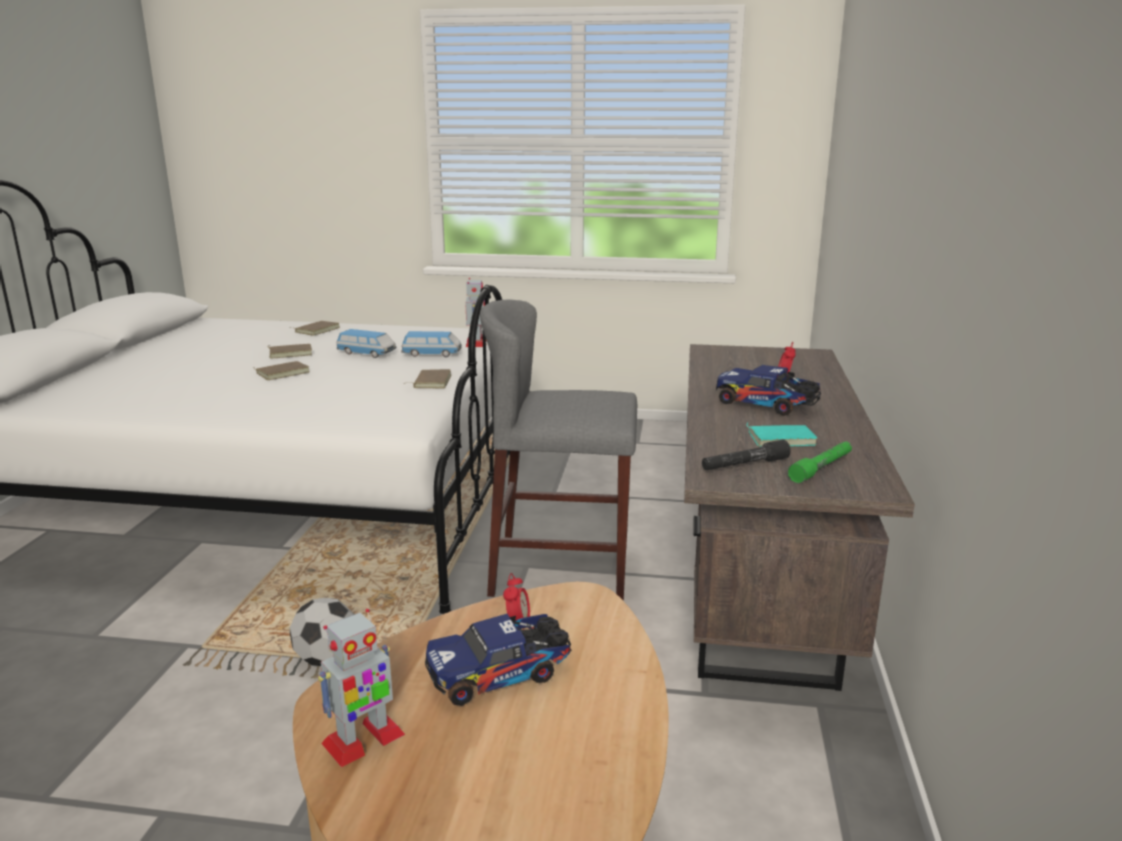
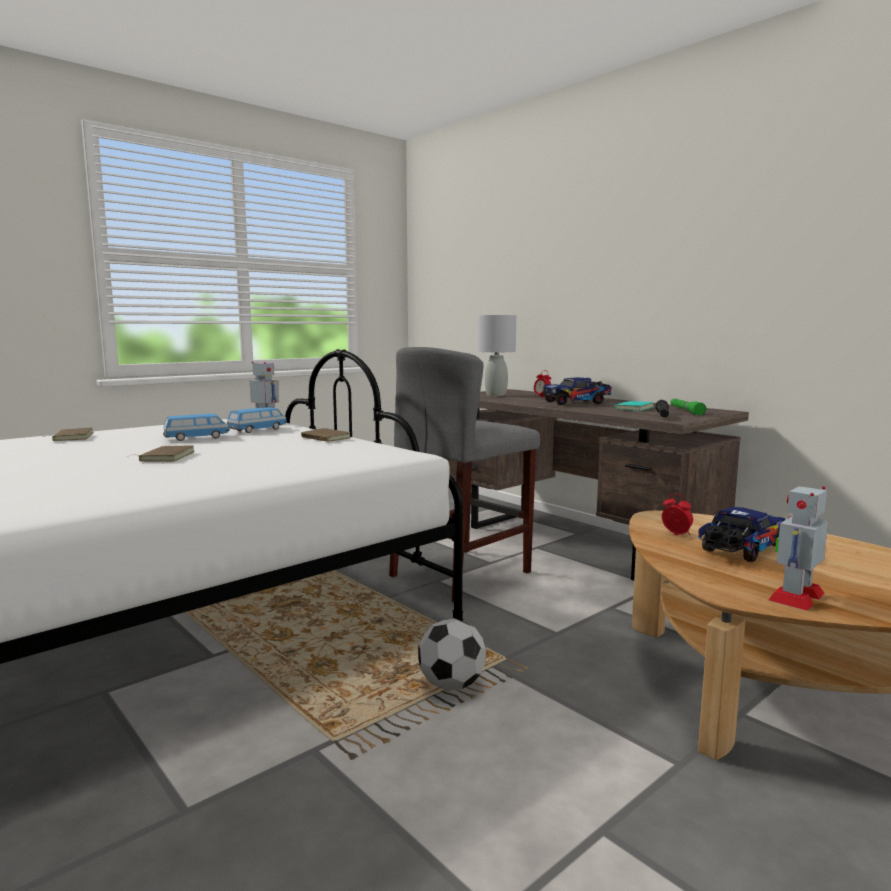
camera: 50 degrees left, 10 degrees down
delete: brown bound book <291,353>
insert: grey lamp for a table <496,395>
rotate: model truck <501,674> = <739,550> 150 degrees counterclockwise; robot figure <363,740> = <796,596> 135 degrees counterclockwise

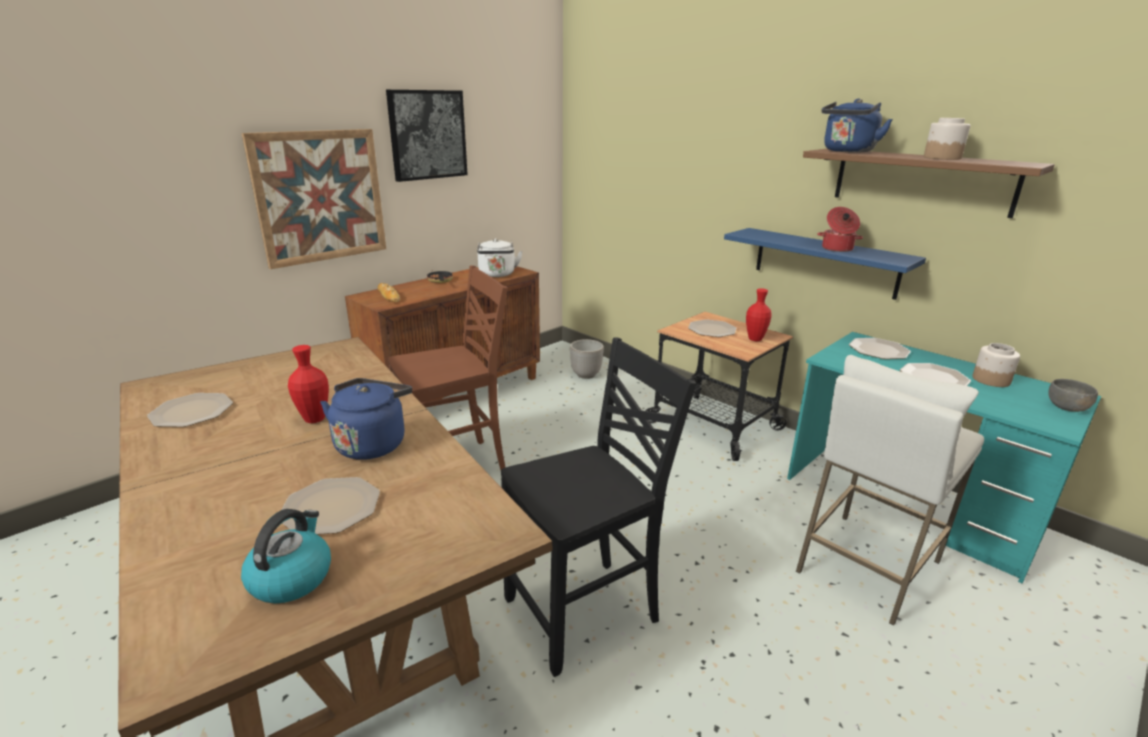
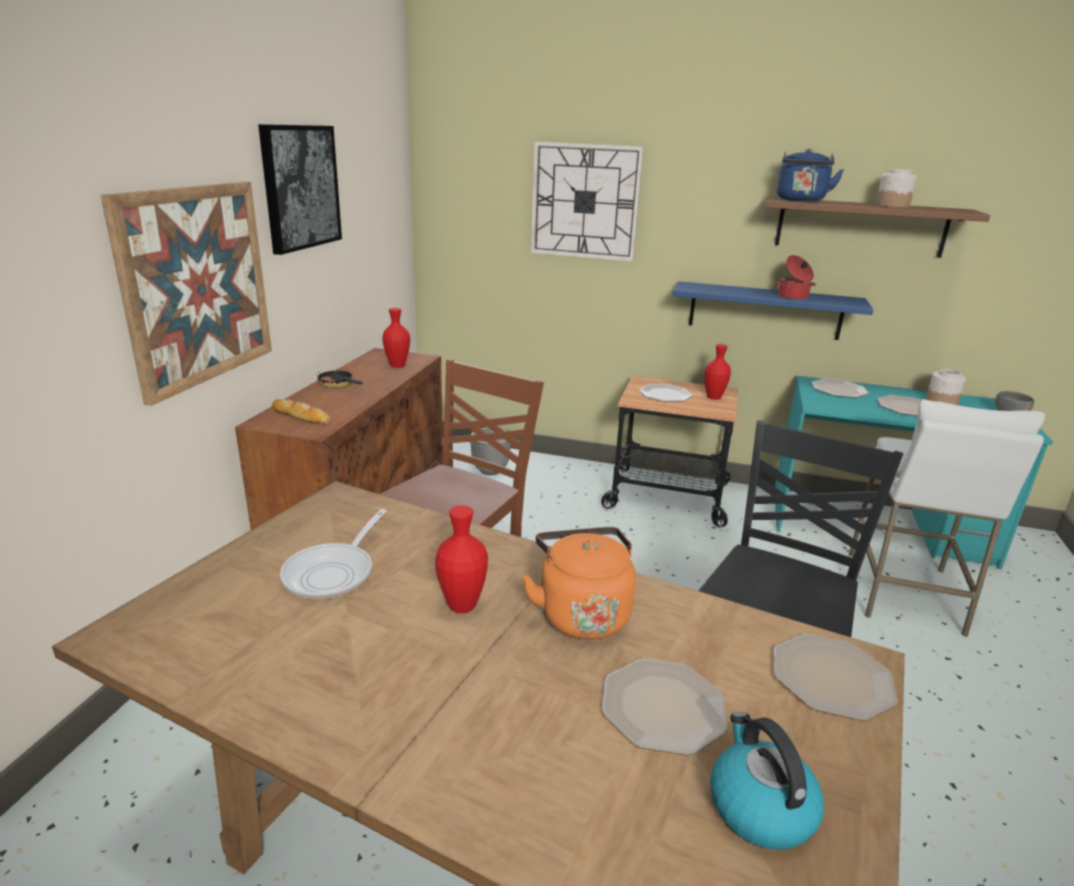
camera: 30 degrees left, 0 degrees up
insert: pan <333,573>; hanging clock <585,201>
move: flat dish <190,412> to <832,678>
replace: white water kettle <497,275> to reddish flower vase <397,366>
recolor: blue water kettle <372,443> to orange-coloured water kettle <581,613>

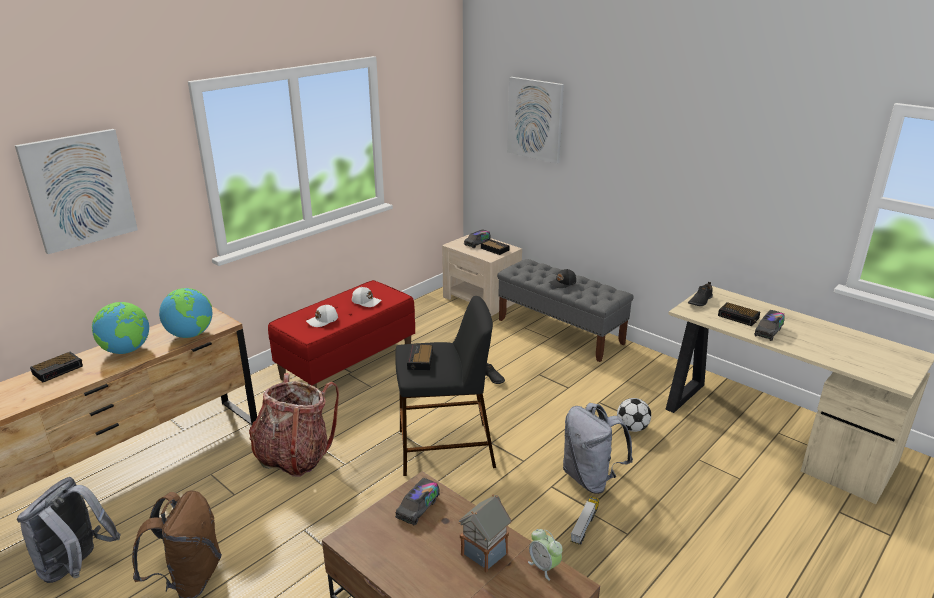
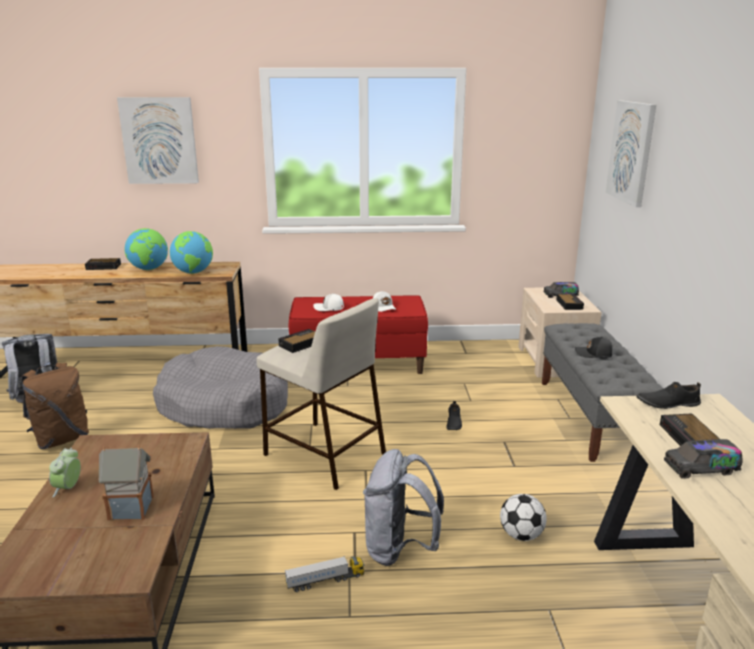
camera: 45 degrees right, 5 degrees down
delete: model truck <418,508>
move: table clock <544,566> to <68,488>
replace: rucksack <295,456> to grey dog cushion <225,404>
recolor: black-coloured stool seat <444,448> to sand-coloured stool seat <323,453>

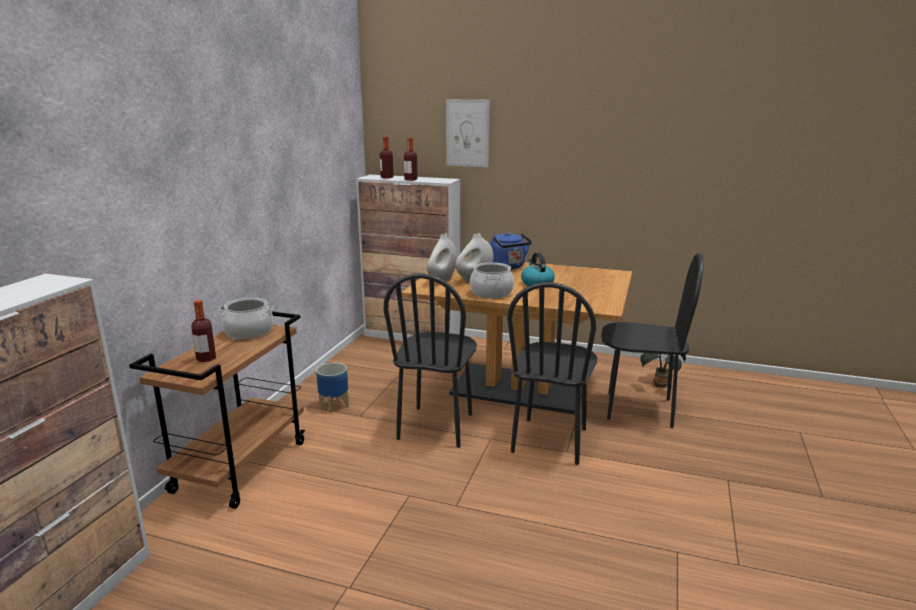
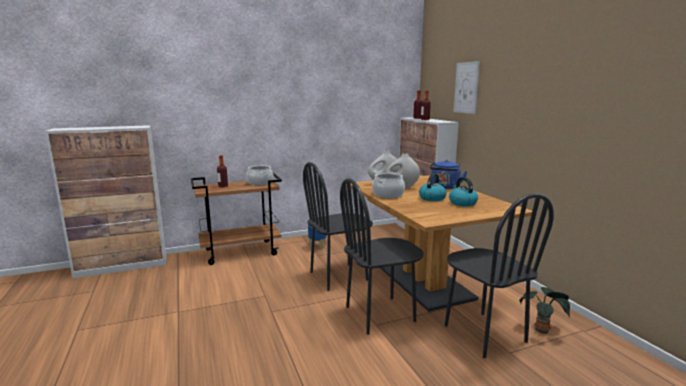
camera: 50 degrees right, 5 degrees down
insert: water kettle <462,203>

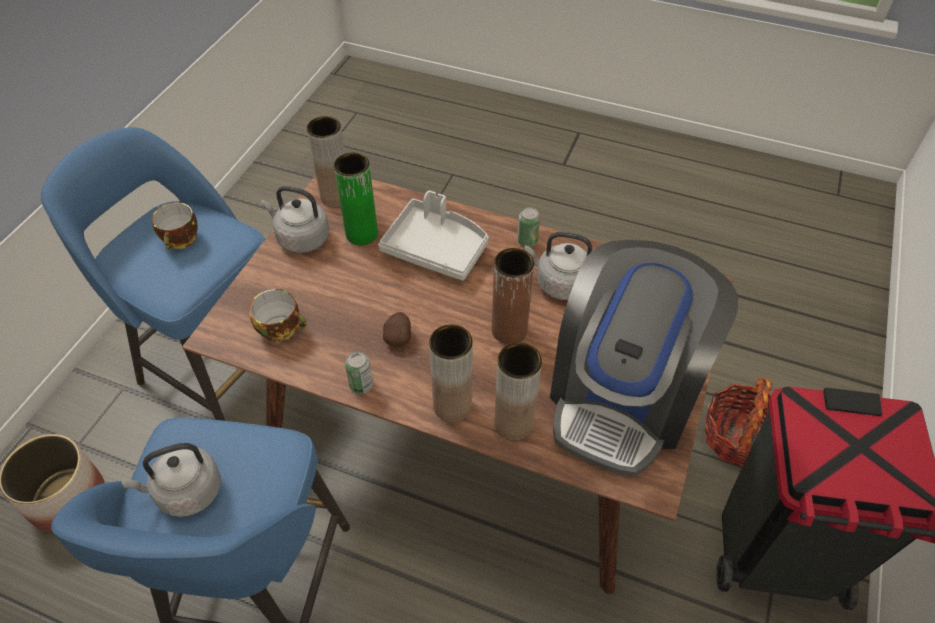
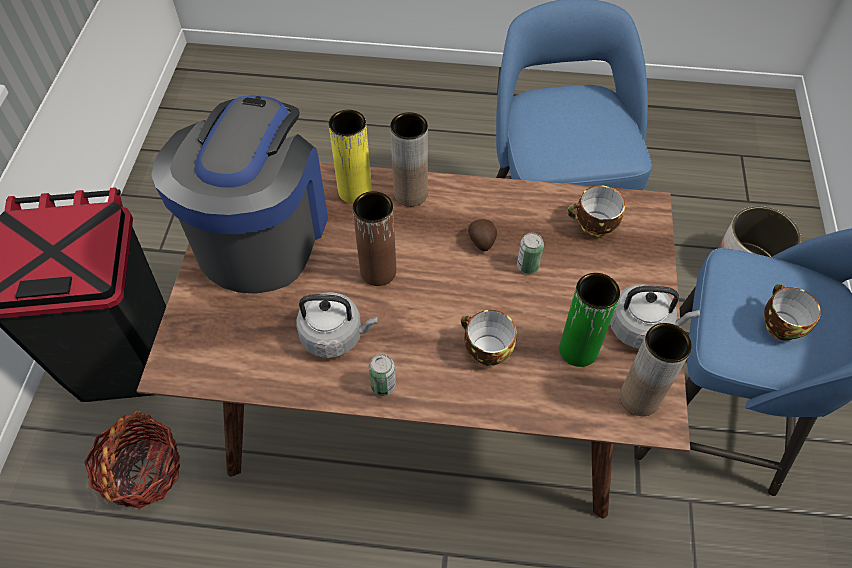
camera: 165 degrees right, 5 degrees up
delete: grey water kettle <186,492>
move: can <361,385> to <528,266>
replace: grey tray <436,248> to small cup <485,350>
recolor: brown flower vase <513,423> to yellow-coloured flower vase <355,191>

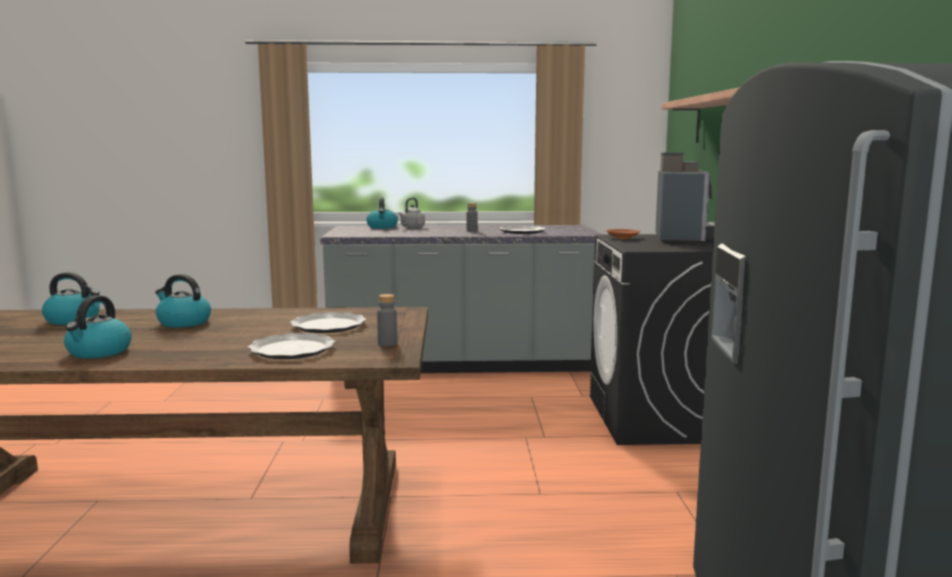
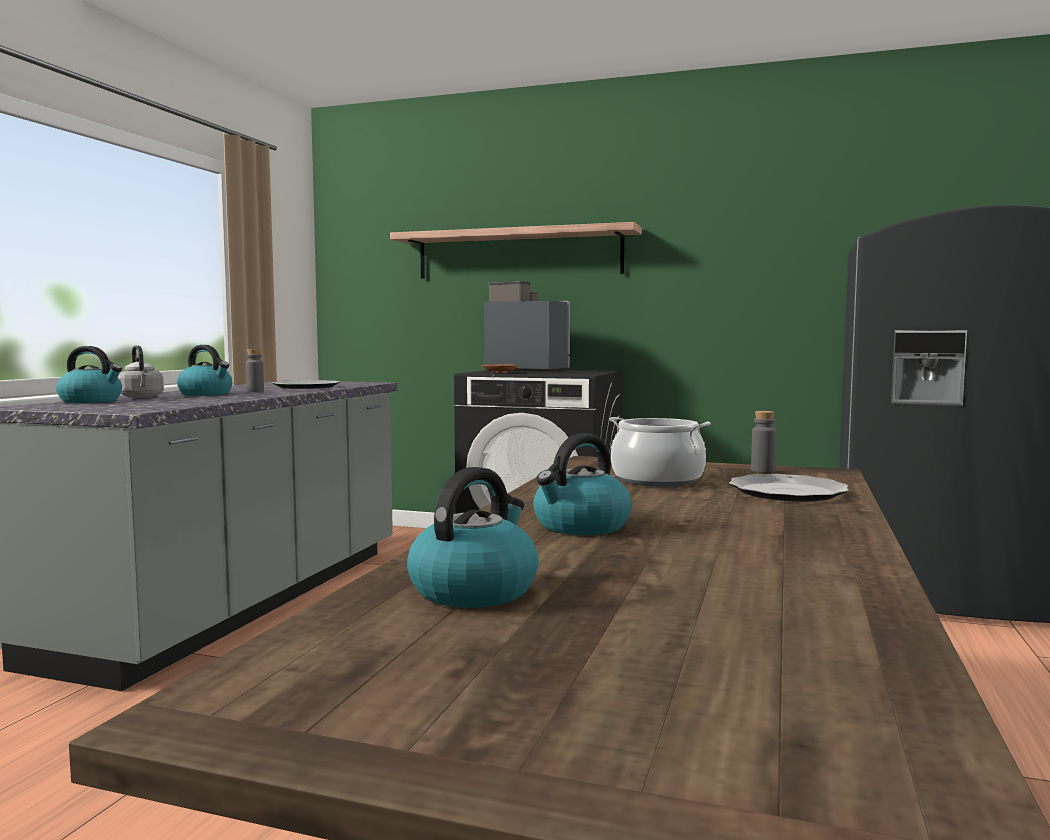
camera: 70 degrees left, 5 degrees down
move: water kettle <99,352> to <206,394>
replace: flat dish <328,325> to stockpot <657,480>

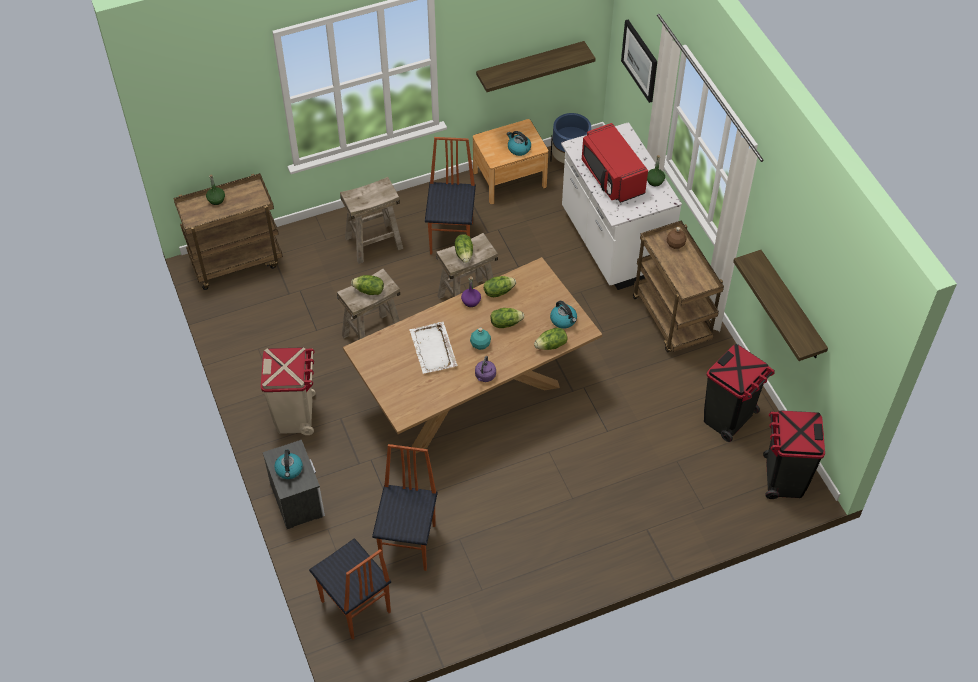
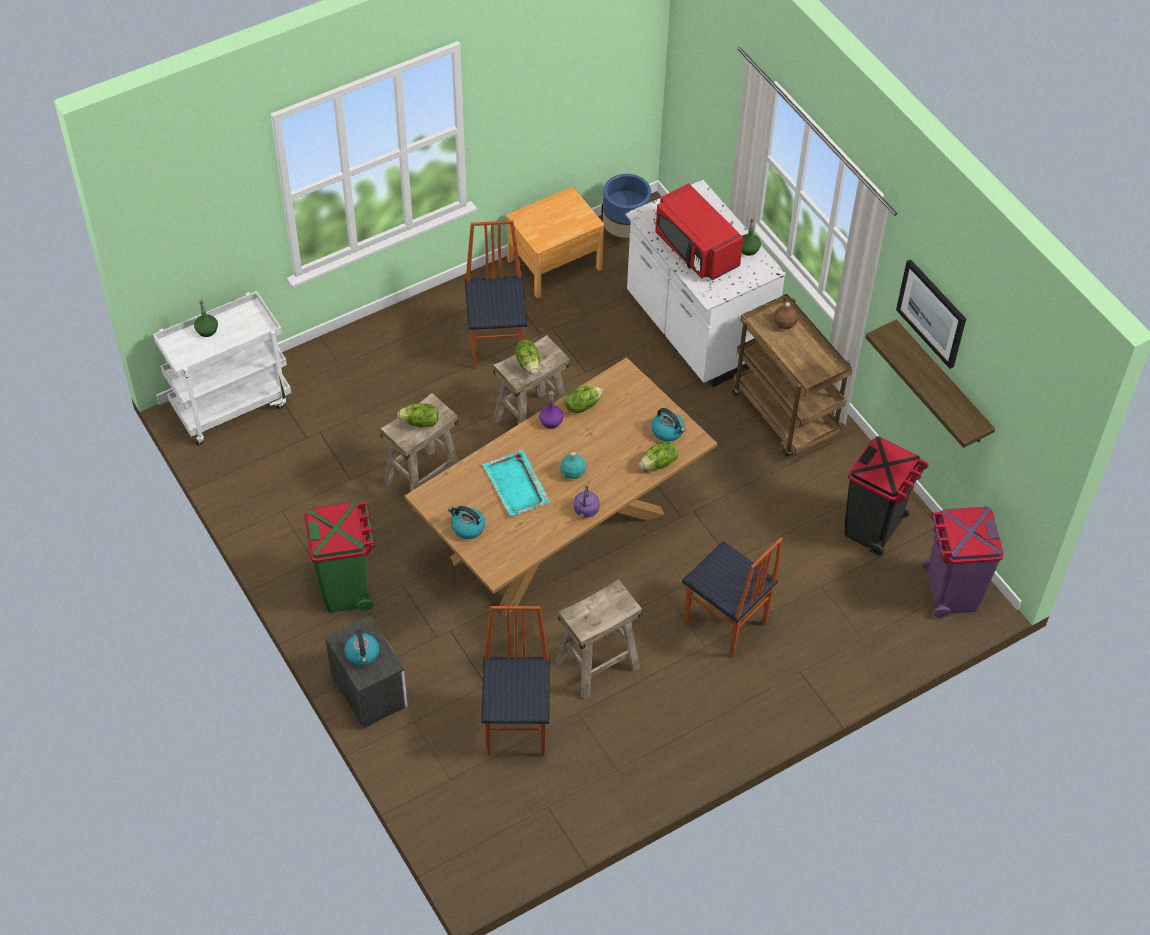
camera: 10 degrees left, 0 degrees up
delete: wall shelf <530,66>; lettuce <505,323>
move: water kettle <518,148> to <467,527>; sand-coloured stool seat <374,243> to <597,665>; upright chair <355,607> to <725,624>; wall picture <640,60> to <932,313>
recolor: brown trolley <237,261> to white trolley <232,405>; sand-coloured waste bin <295,415> to green-coloured waste bin <346,588>; white tray <433,349> to blue-green tray <516,485>; black-coloured waste bin <783,479> to purplish waste bin <950,592>

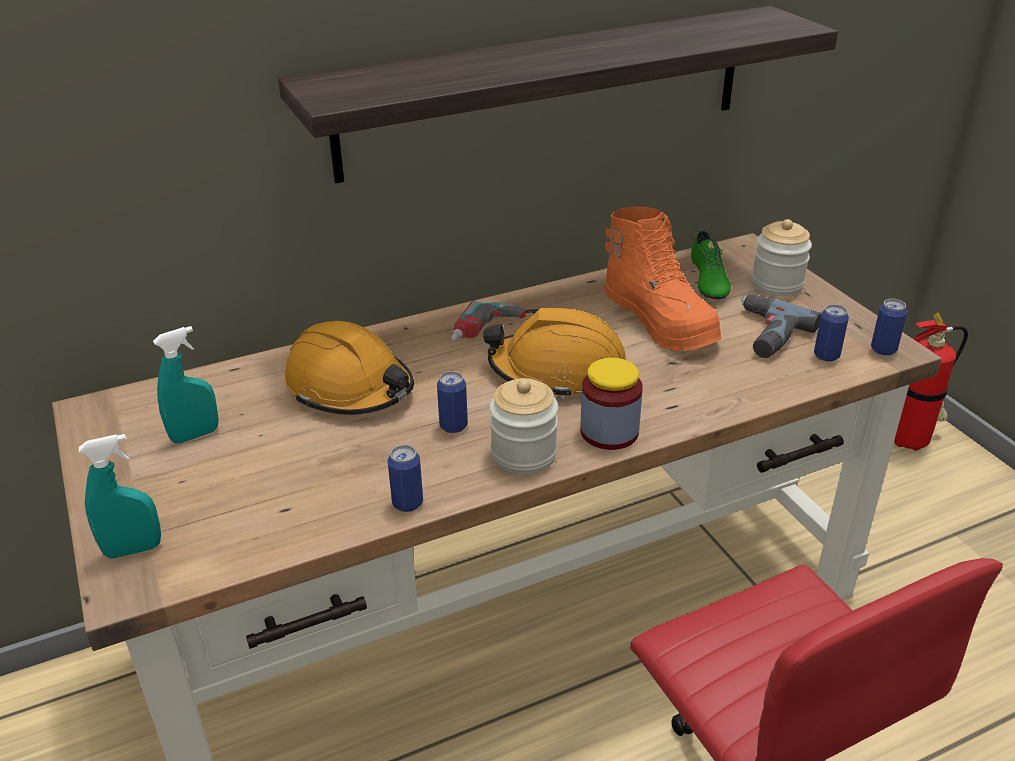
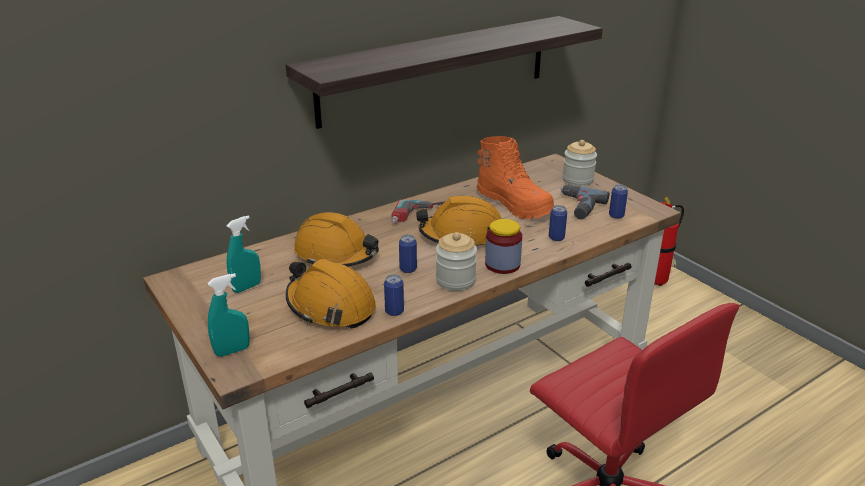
camera: 10 degrees left, 5 degrees down
delete: green-coloured low shoe <707,281>
insert: orange-coloured safety helmet <330,306>
move: can <883,350> to <556,238>

